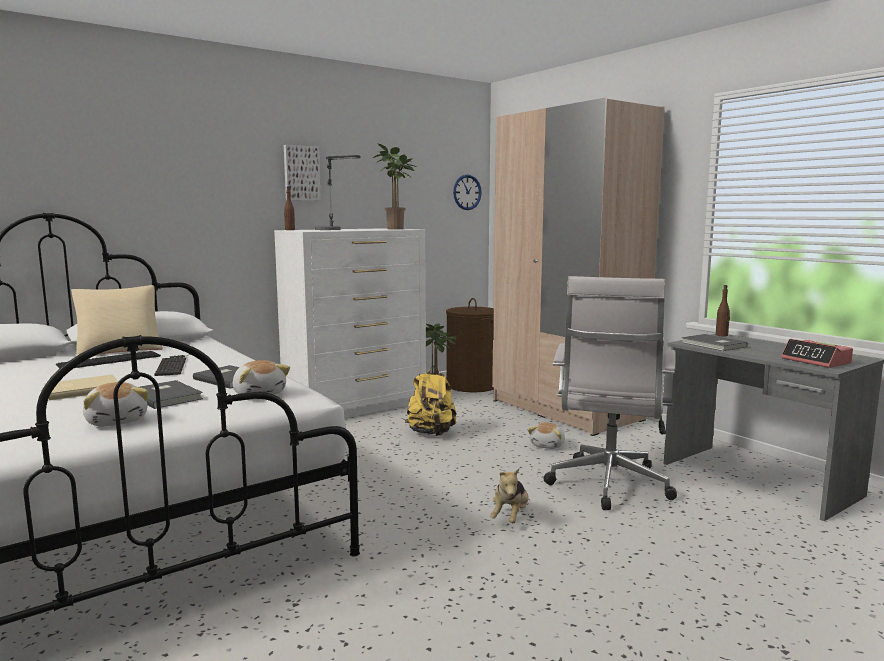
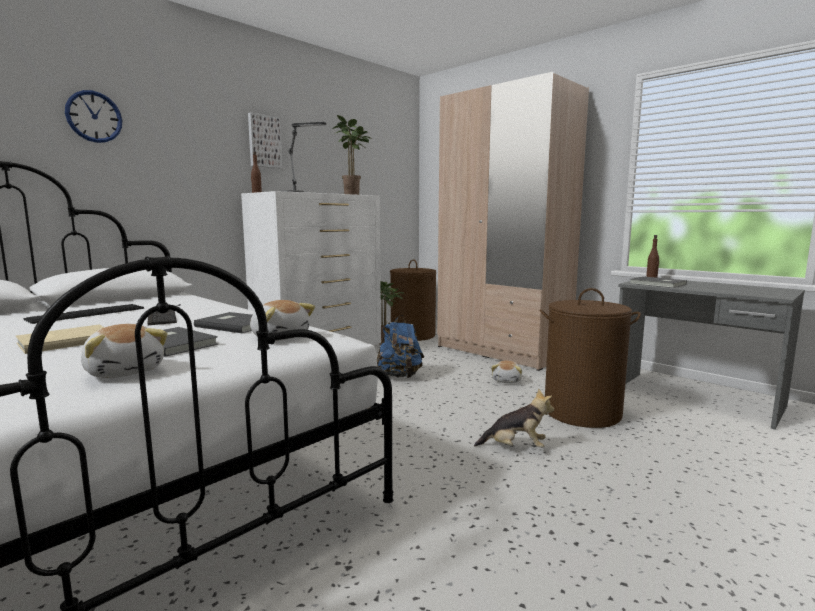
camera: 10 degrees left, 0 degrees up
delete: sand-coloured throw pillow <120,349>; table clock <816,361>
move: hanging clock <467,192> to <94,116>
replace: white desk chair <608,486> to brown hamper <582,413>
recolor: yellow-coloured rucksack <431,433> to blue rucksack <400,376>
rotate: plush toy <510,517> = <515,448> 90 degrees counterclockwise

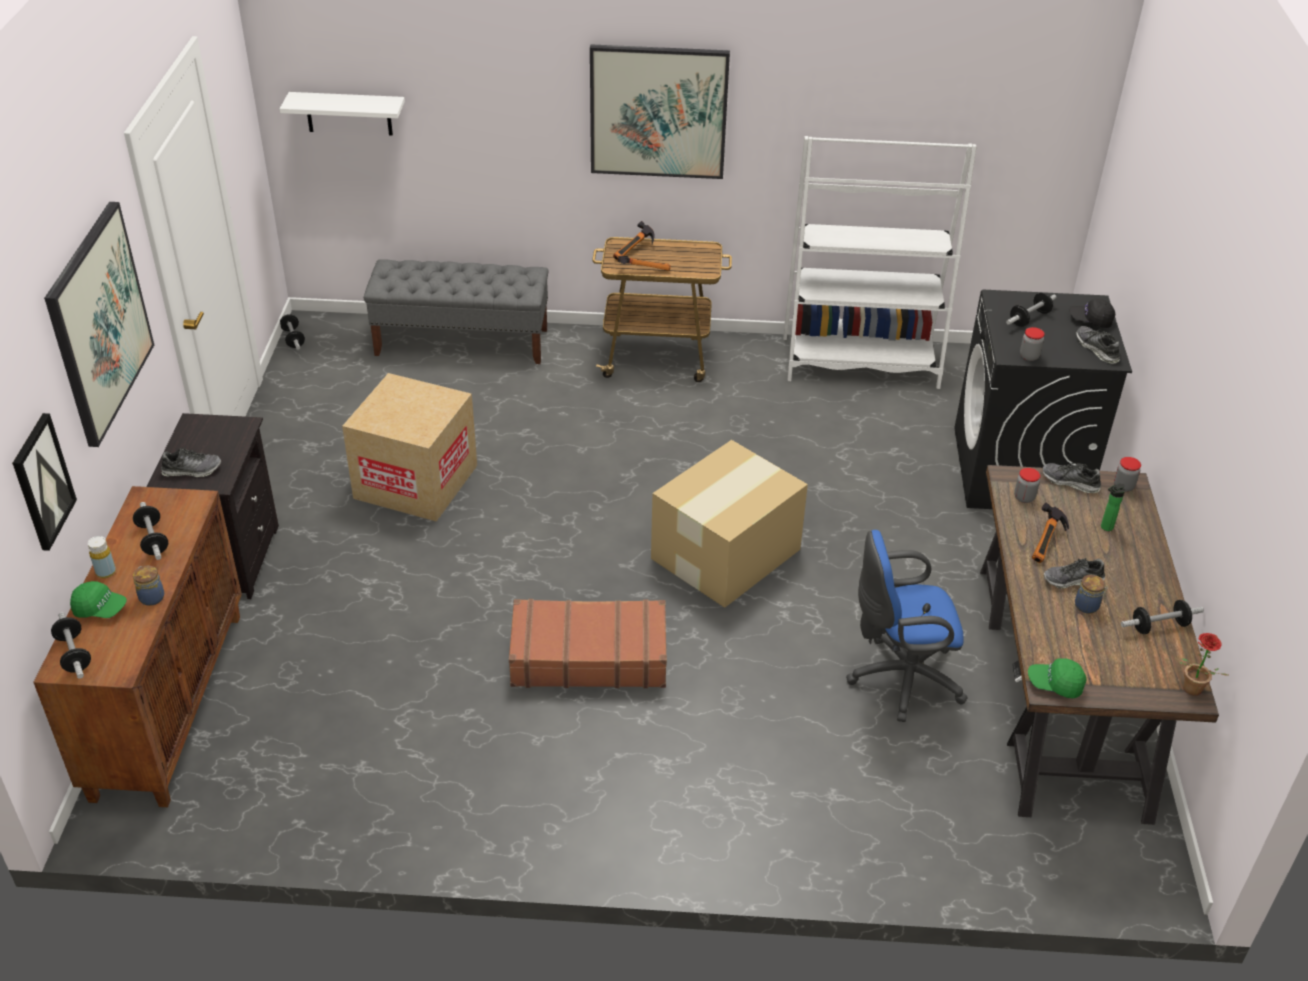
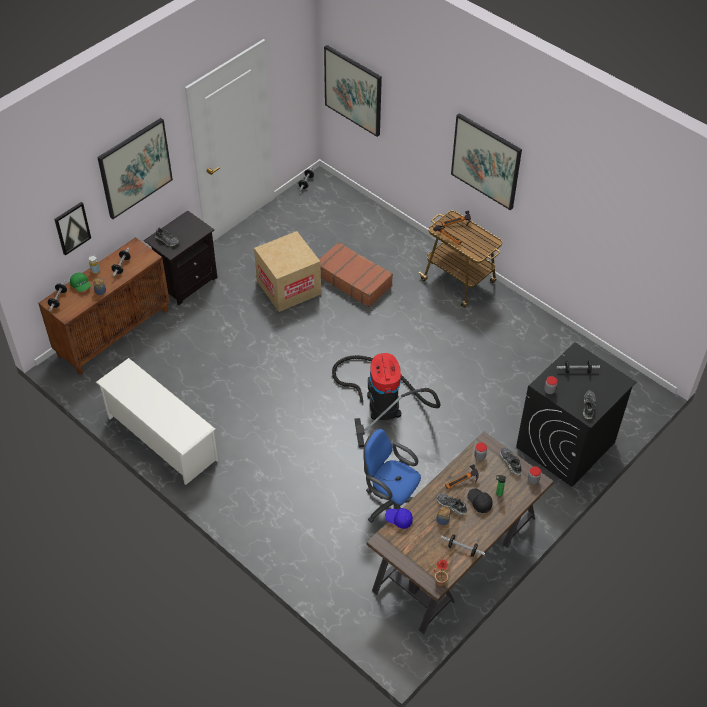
camera: 40 degrees right, 10 degrees up
delete: grey bench <462,342>; white bookshelf <860,363>; green-coloured cap <1055,684>
insert: white shoe rack <161,438>; blue cap <399,519>
move: brown piece of luggage <588,656> to <353,280>; black-coloured cap <1090,320> to <479,502>
replace: white wall shelf <348,113> to wall picture <353,90>; cardboard box <727,553> to hoover <382,401>

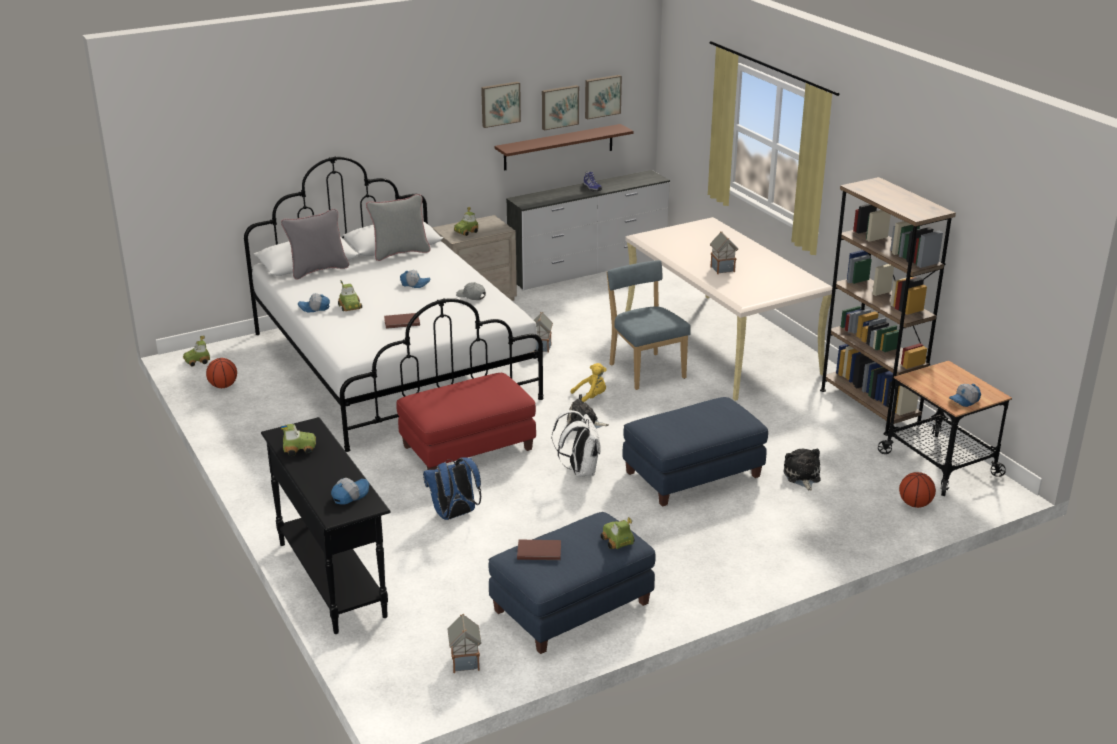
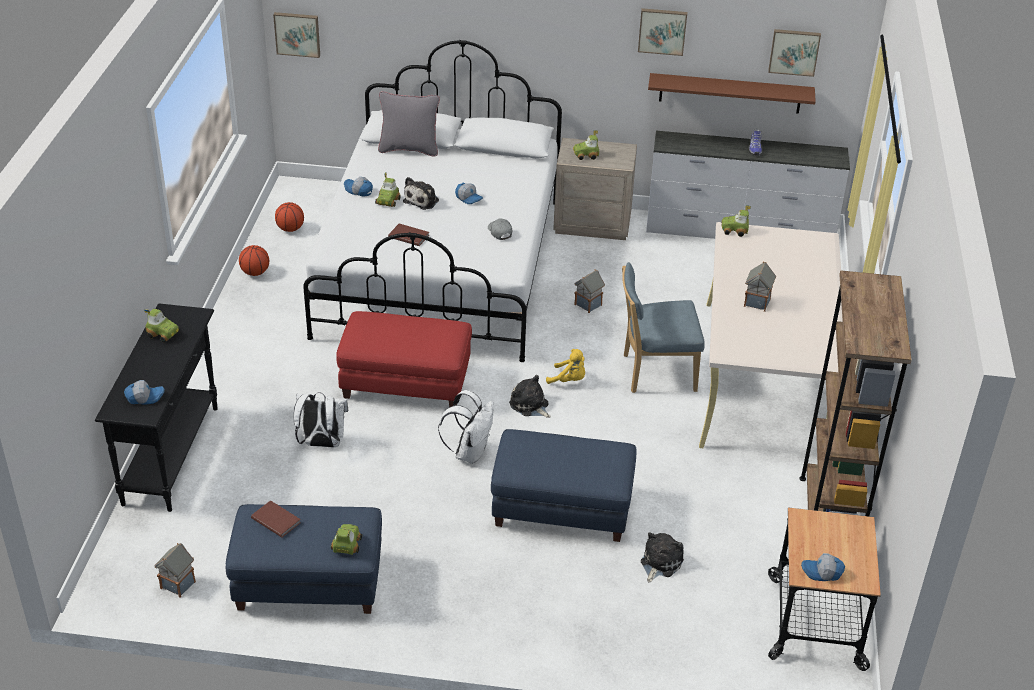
camera: 35 degrees right, 10 degrees up
delete: grey throw pillow <400,253>
insert: plush toy <422,200>
move: basketball <915,504> to <255,273>; wall picture <559,107> to <297,34>; model car <197,361> to <734,230>
recolor: blue rucksack <454,515> to white rucksack <321,443>
rotate: blue upright chair <645,369> = <655,373> 105 degrees counterclockwise

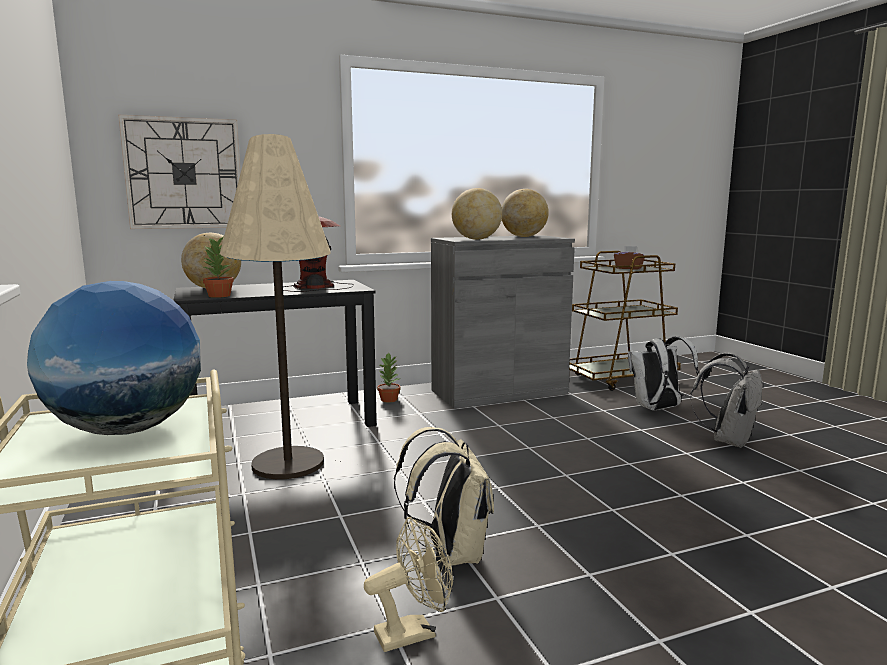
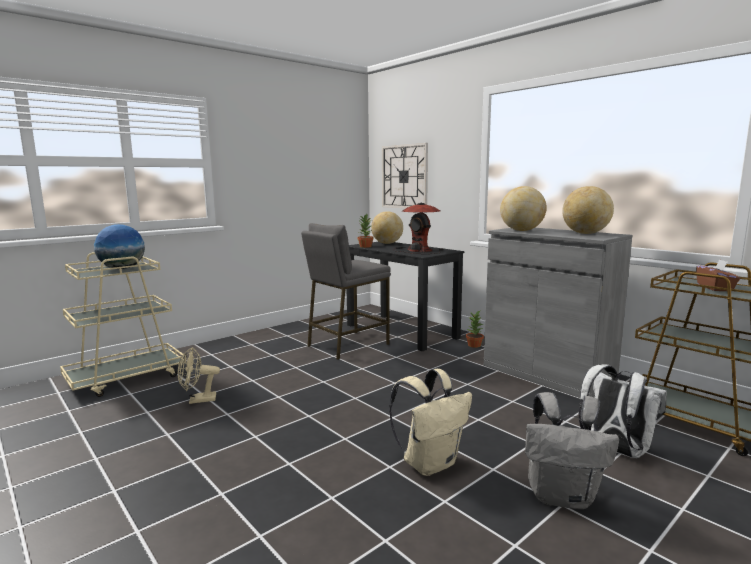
camera: 70 degrees right, 0 degrees up
move: sand-coloured rucksack <450,553> to <430,463>
replace: sand-coloured standard lamp <288,464> to grey stool seat <347,345>
rotate: sand-coloured cooling fan <413,632> = <198,400> 120 degrees clockwise

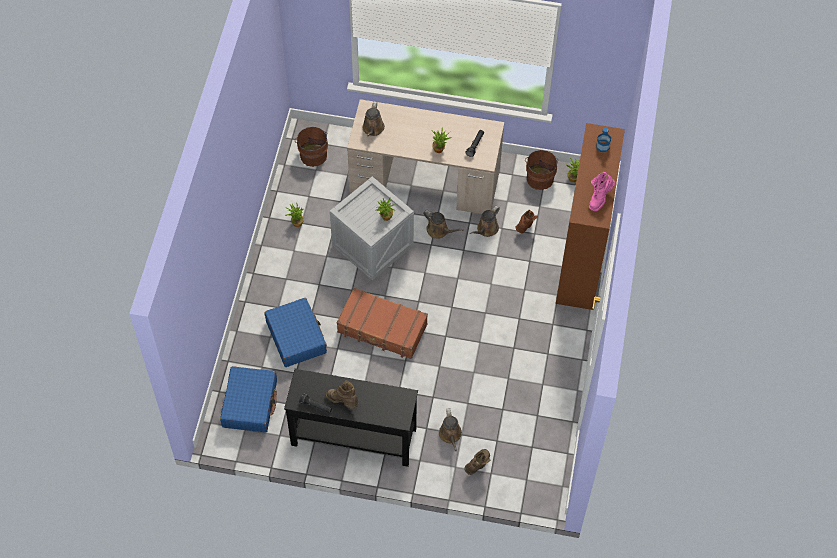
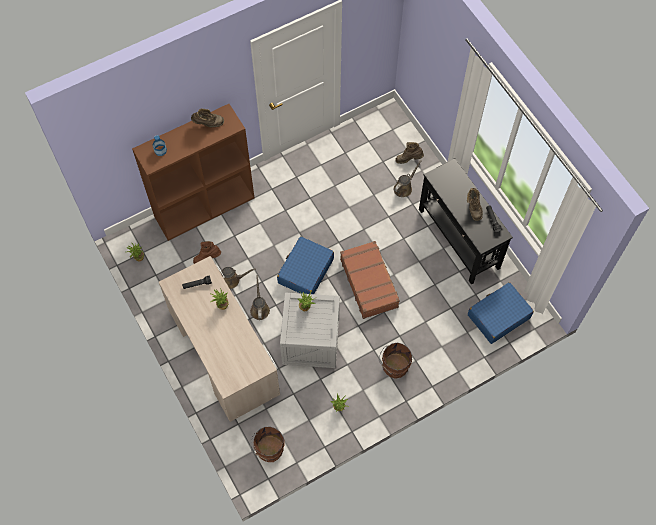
camera: 130 degrees left, 5 degrees up
delete: brown sprinkling can <373,129>
move: blue piece of luggage <296,337> to <305,271>; brown water bucket <540,177> to <394,366>
recolor: pink high-top boot <599,198> to brown high-top boot <208,124>

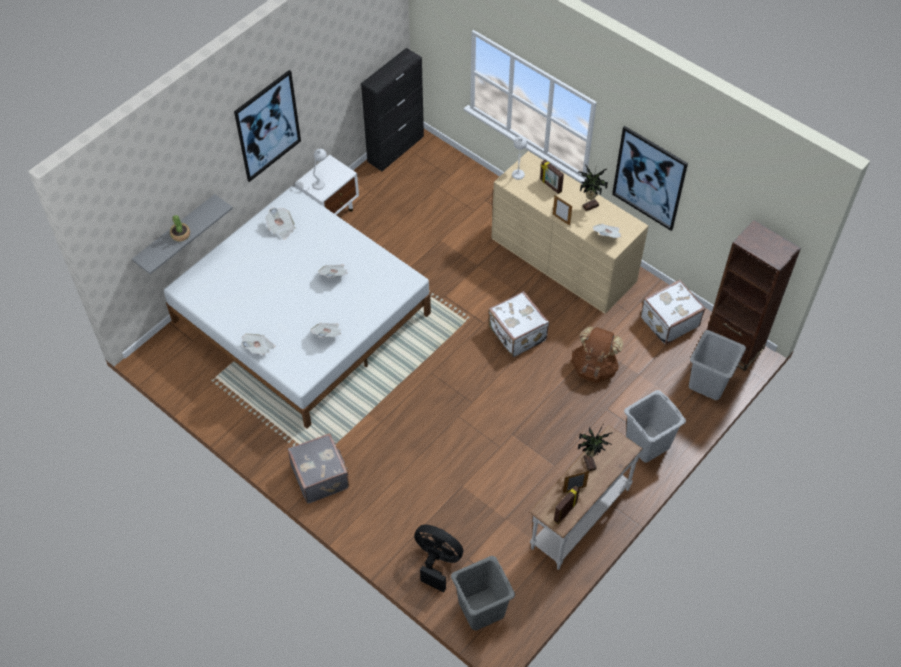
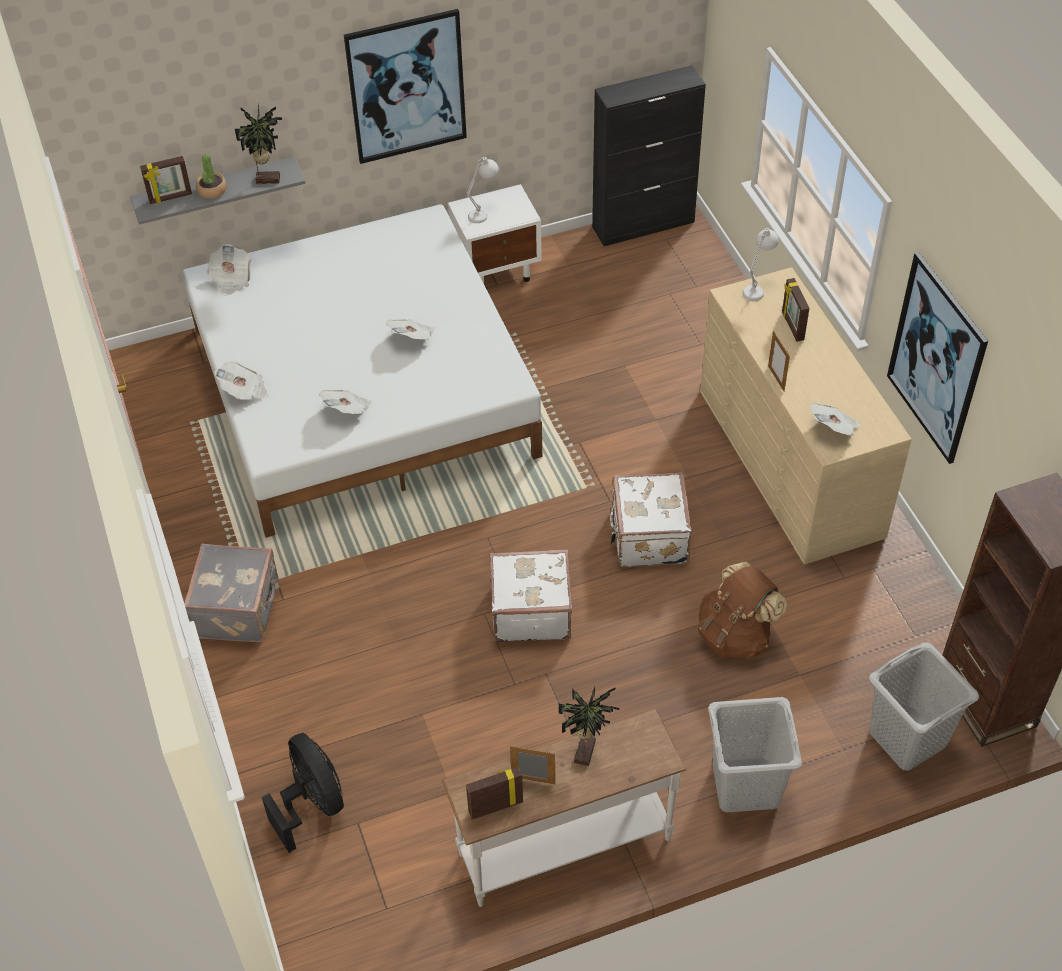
camera: 30 degrees right, 5 degrees down
delete: grey hamper <481,609>
insert: standing frame <170,198>
move: daily paper <281,228> to <231,279>; potted plant <589,205> to <267,178>; white piece of luggage <668,321> to <530,611>

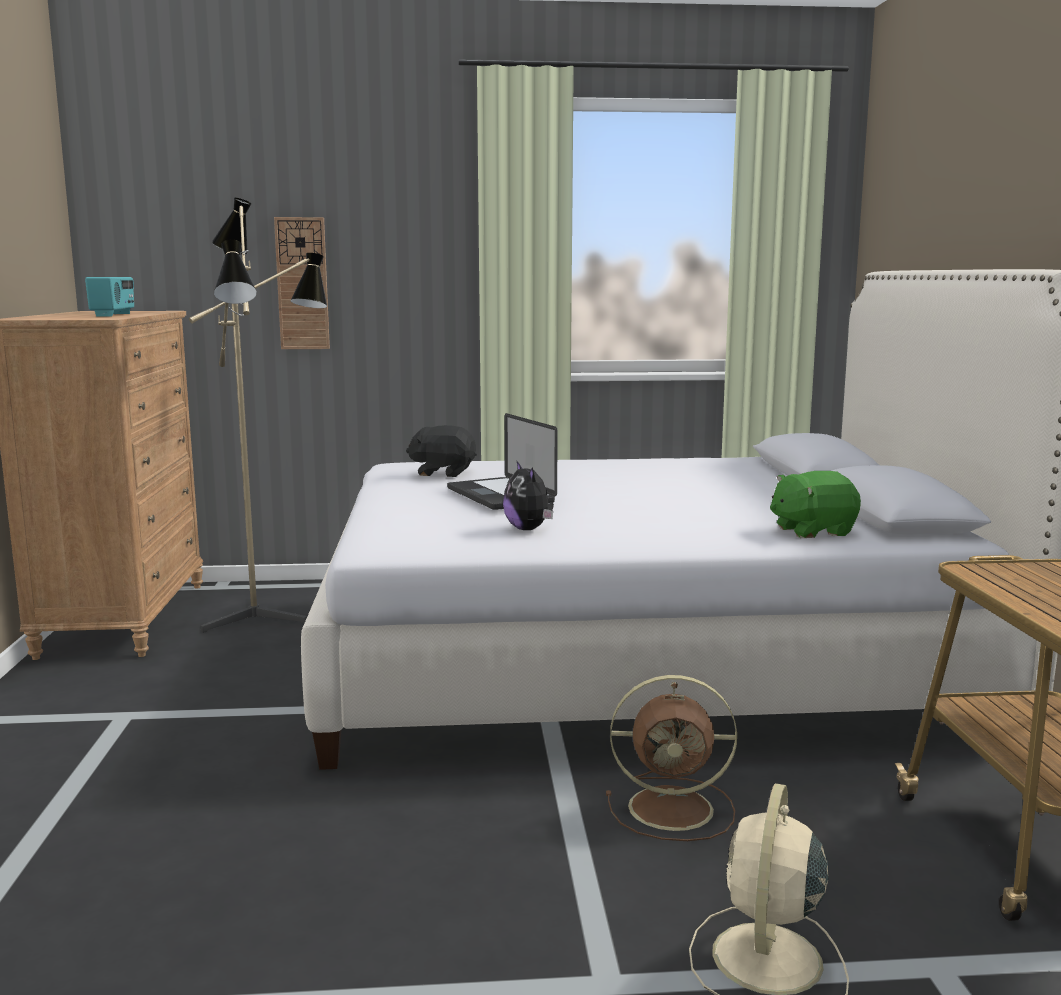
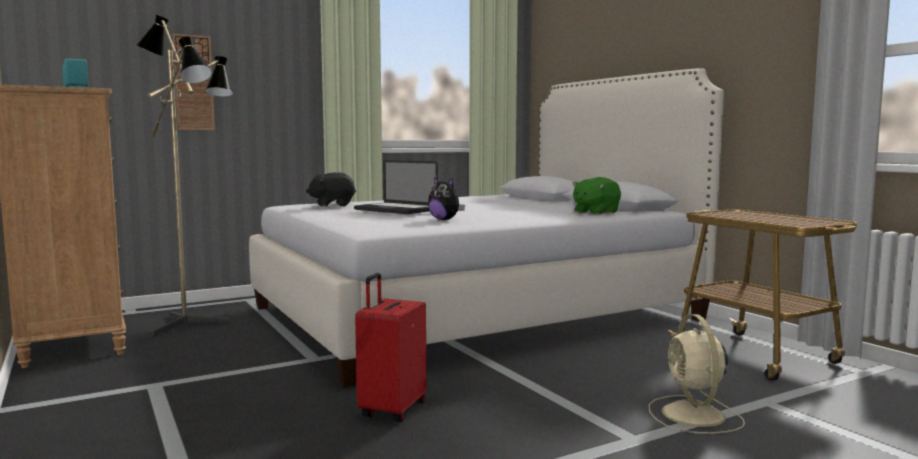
camera: 25 degrees left, 5 degrees down
delete: brown cooling fan <674,809>
insert: reddish piece of luggage <391,410>

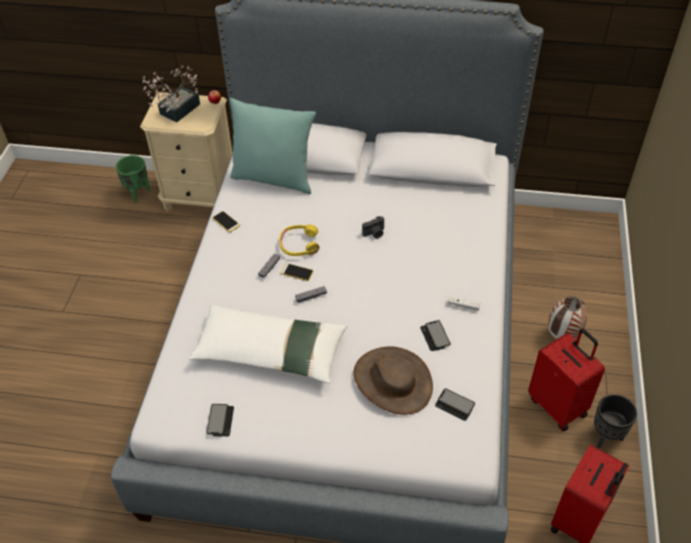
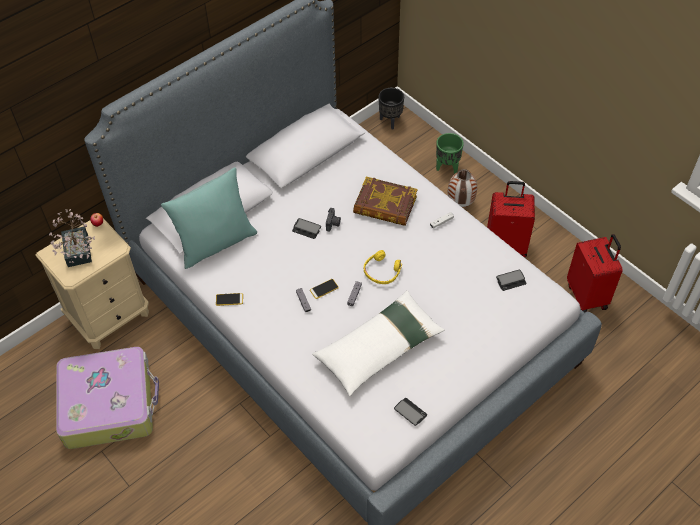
camera: 50 degrees left, 5 degrees up
delete: brown wearable hat <392,381>
insert: piece of luggage <109,404>; bound book <385,205>
move: handset <435,336> to <306,229>; yellow-coloured pair of headphones <299,245> to <382,271>; black-coloured planter <606,437> to <391,121>; green-coloured planter <137,193> to <447,167>

